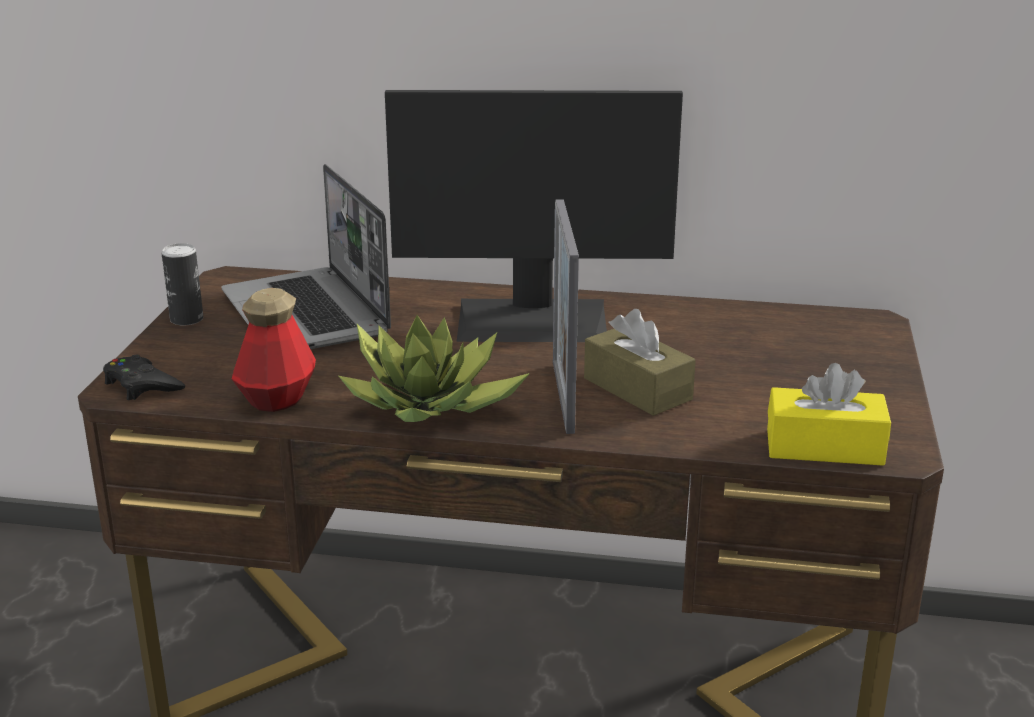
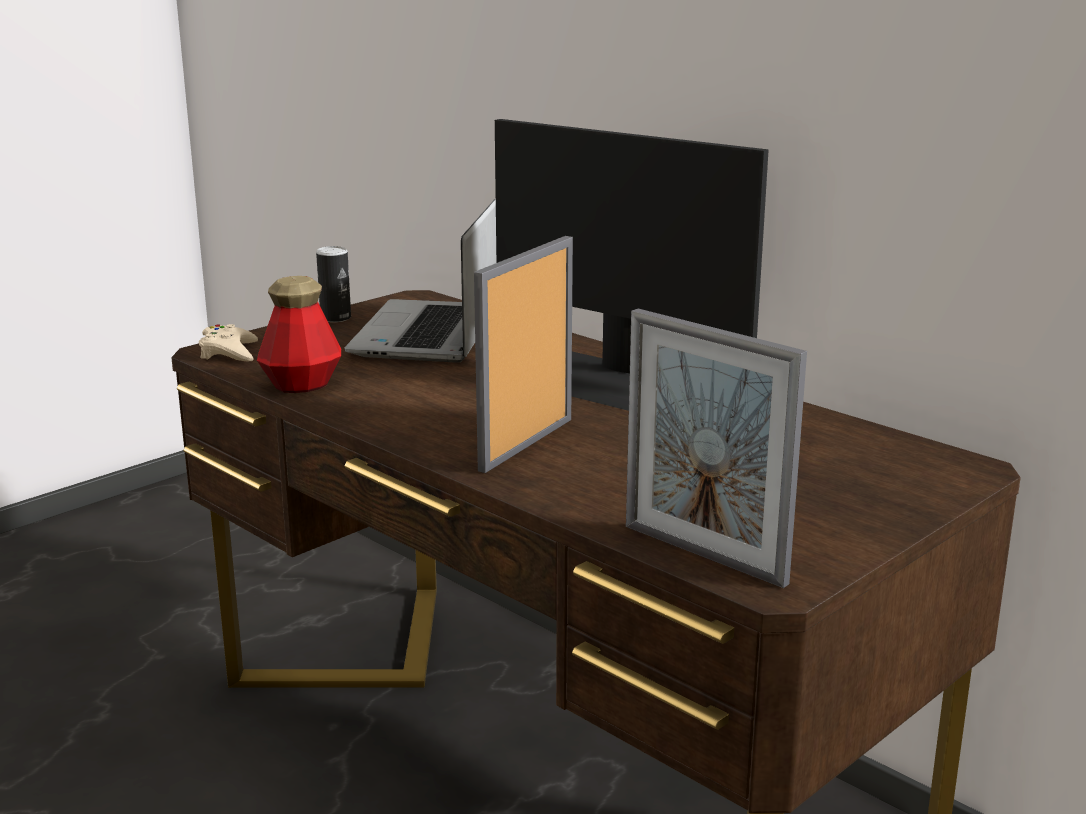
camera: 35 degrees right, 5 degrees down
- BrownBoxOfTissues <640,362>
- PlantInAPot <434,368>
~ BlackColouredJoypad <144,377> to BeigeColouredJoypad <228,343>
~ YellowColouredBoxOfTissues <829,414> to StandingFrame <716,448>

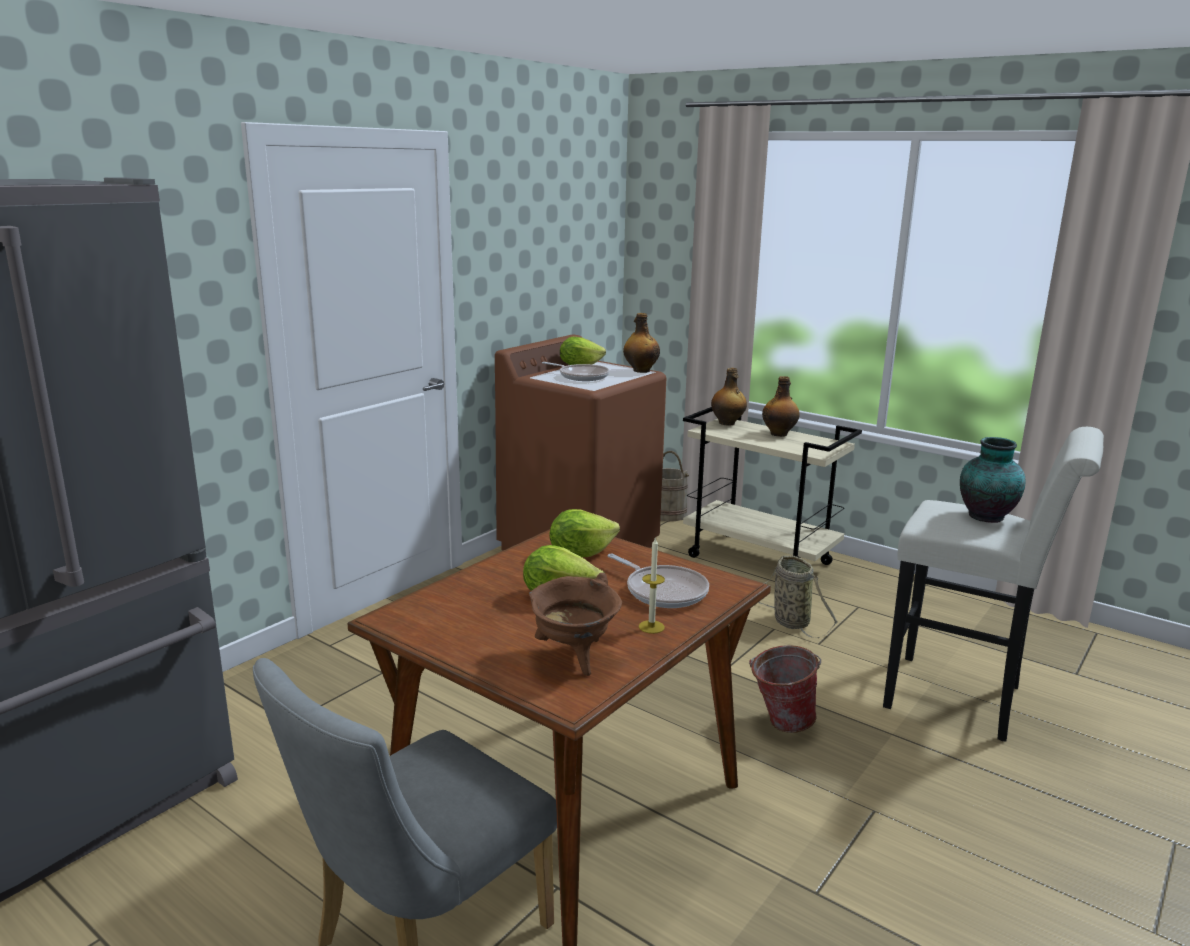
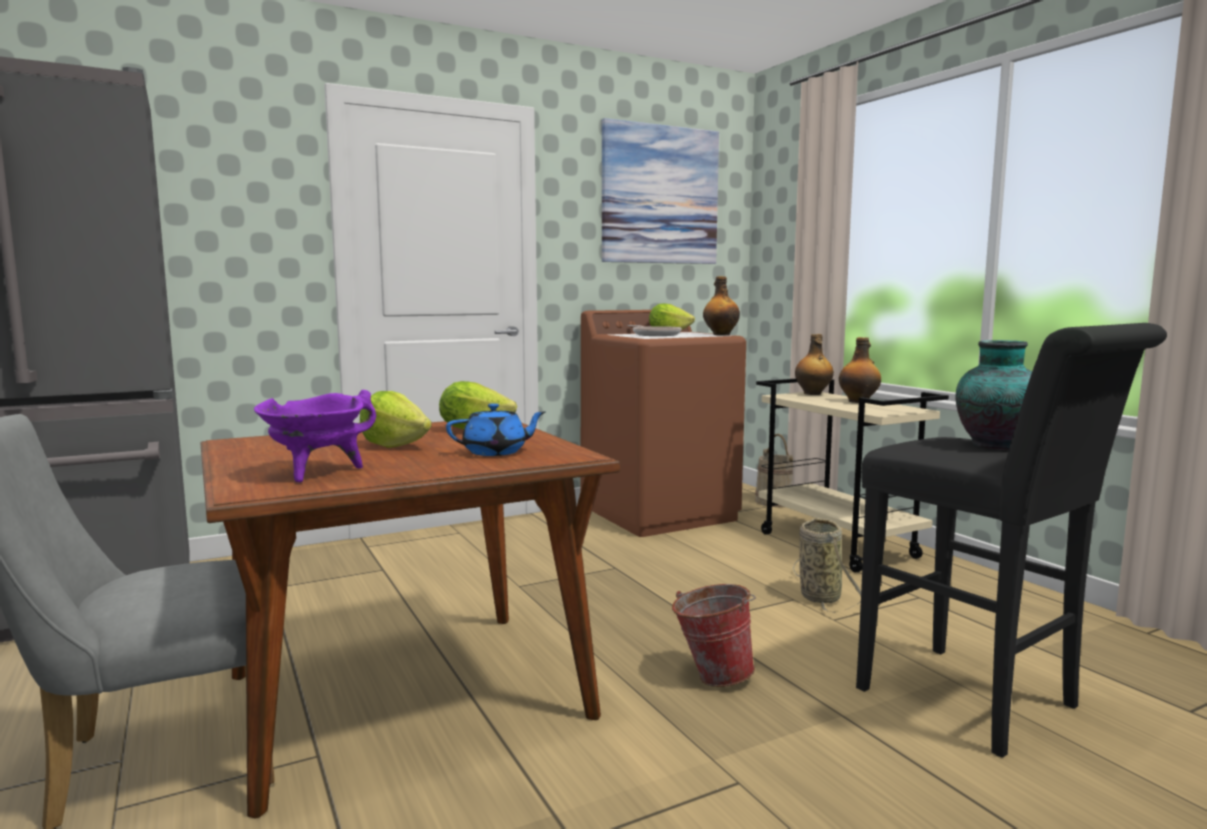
camera: 25 degrees right, 10 degrees down
~ WhiteColouredSittingStool <993,584> to BlackColouredSittingStool <1011,540>
- WaxLight <652,586>
~ Skillet <658,581> to BlueColouredTeapot <495,429>
~ BrownSaucepot <575,624> to PurpleColouredSaucepot <315,436>
+ WallPicture <660,191>

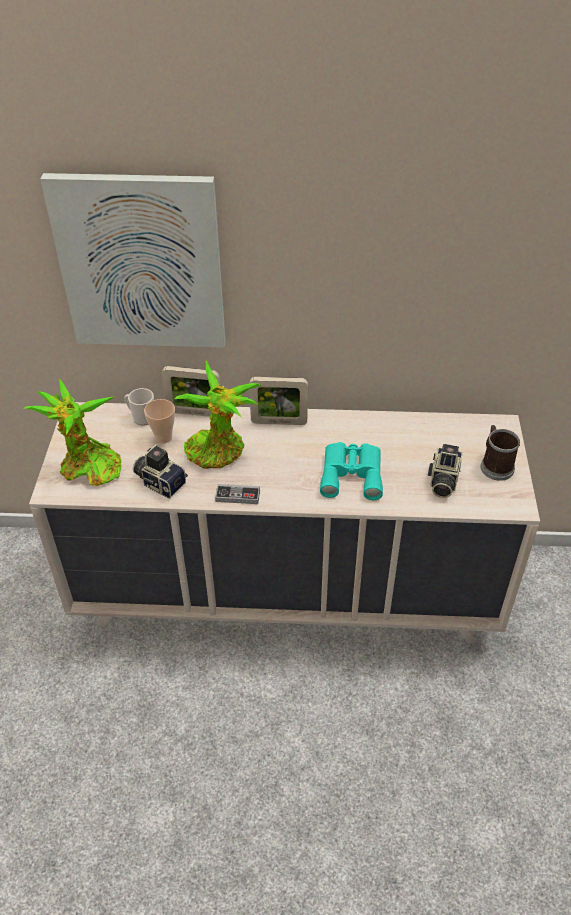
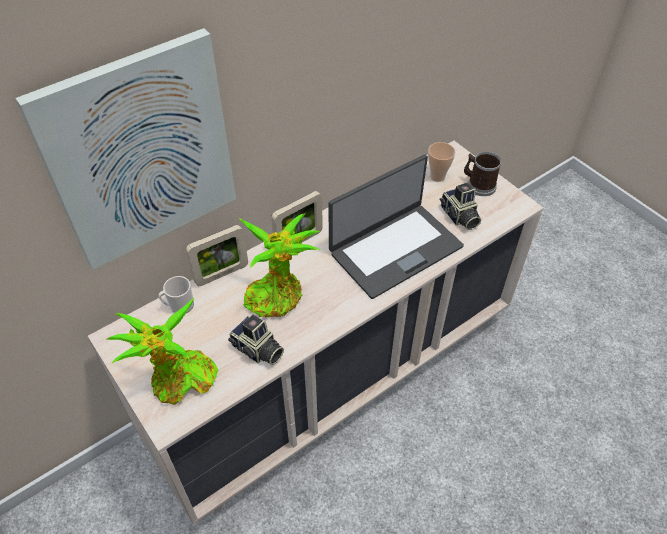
camera: 40 degrees left, 5 degrees up
~ SmallCup <159,421> to <441,162>
~ TurquoiseBinoculars <351,471> to NotebookComputer <396,227>
~ PhotoCamera <160,471> = <256,340> 135 degrees counterclockwise
- Joypad <237,494>

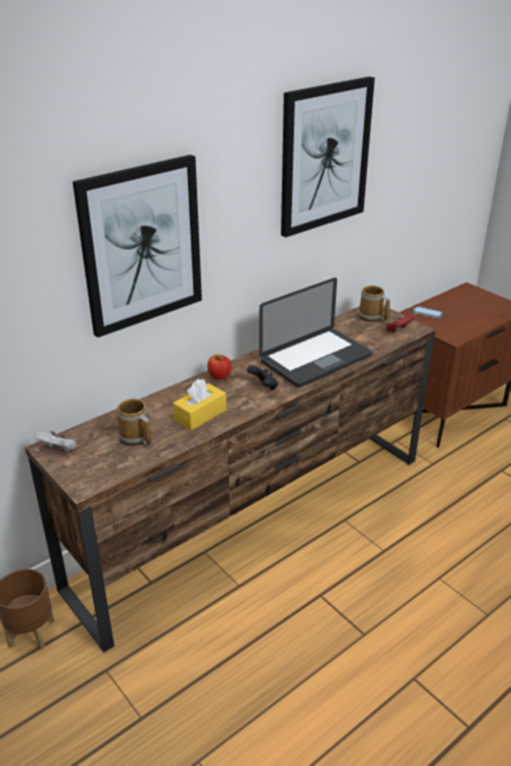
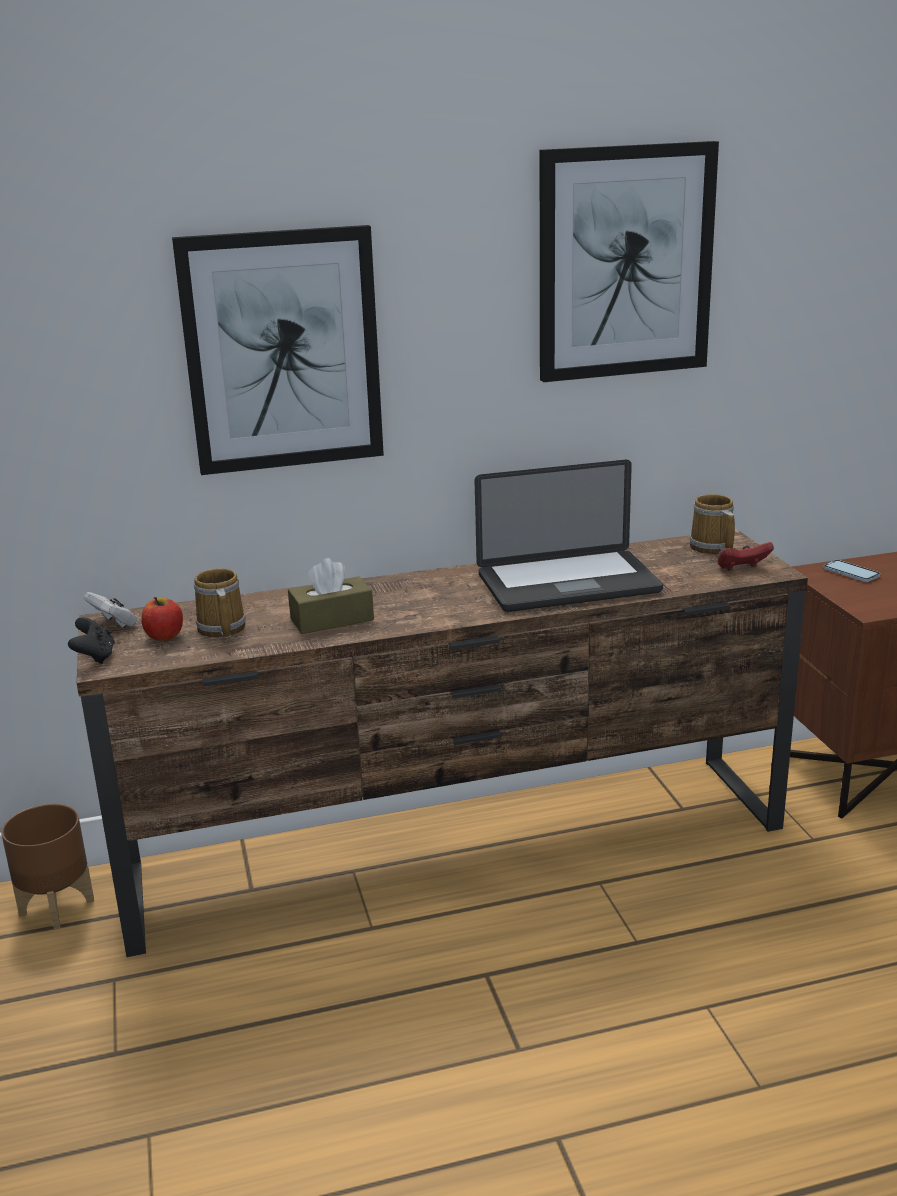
camera: 25 degrees right, 10 degrees down
~ WholeApple <219,366> to <162,619>
~ BlackColouredJoypad <262,378> to <91,640>
~ YellowColouredBoxOfTissues <199,405> to BrownBoxOfTissues <331,596>

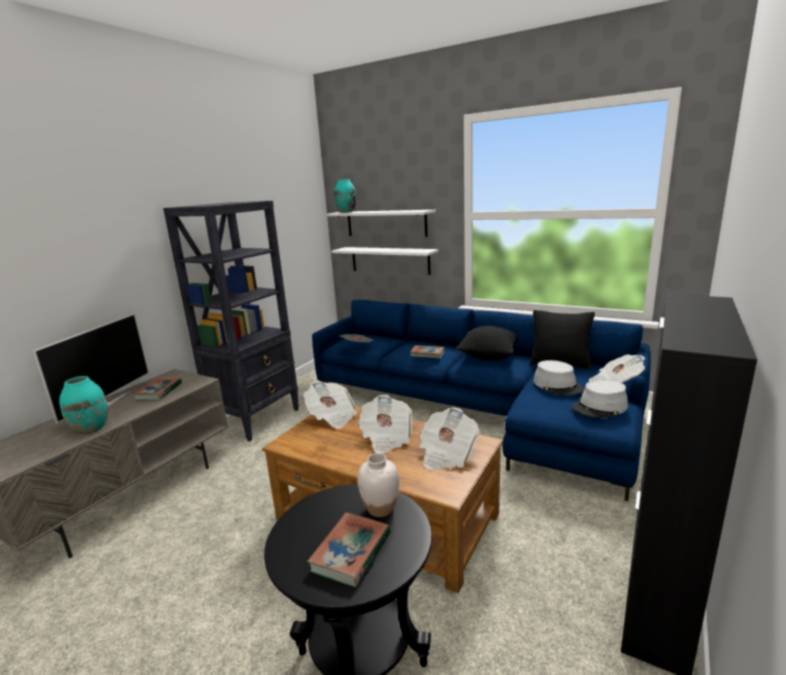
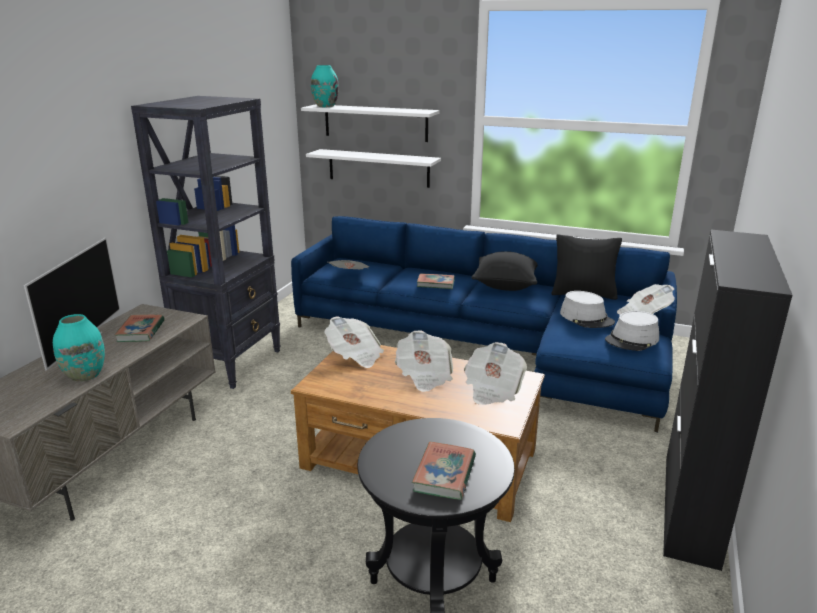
camera: 10 degrees left, 5 degrees up
- WhiteColouredDecorativeVase <378,485>

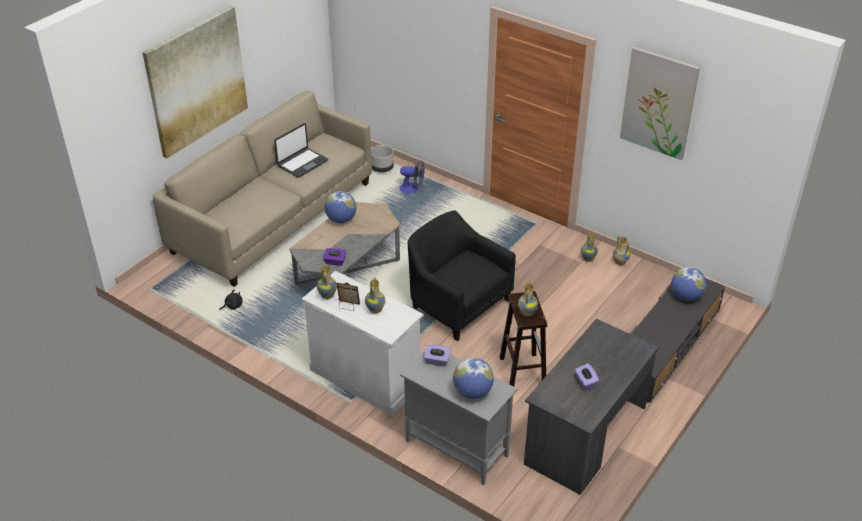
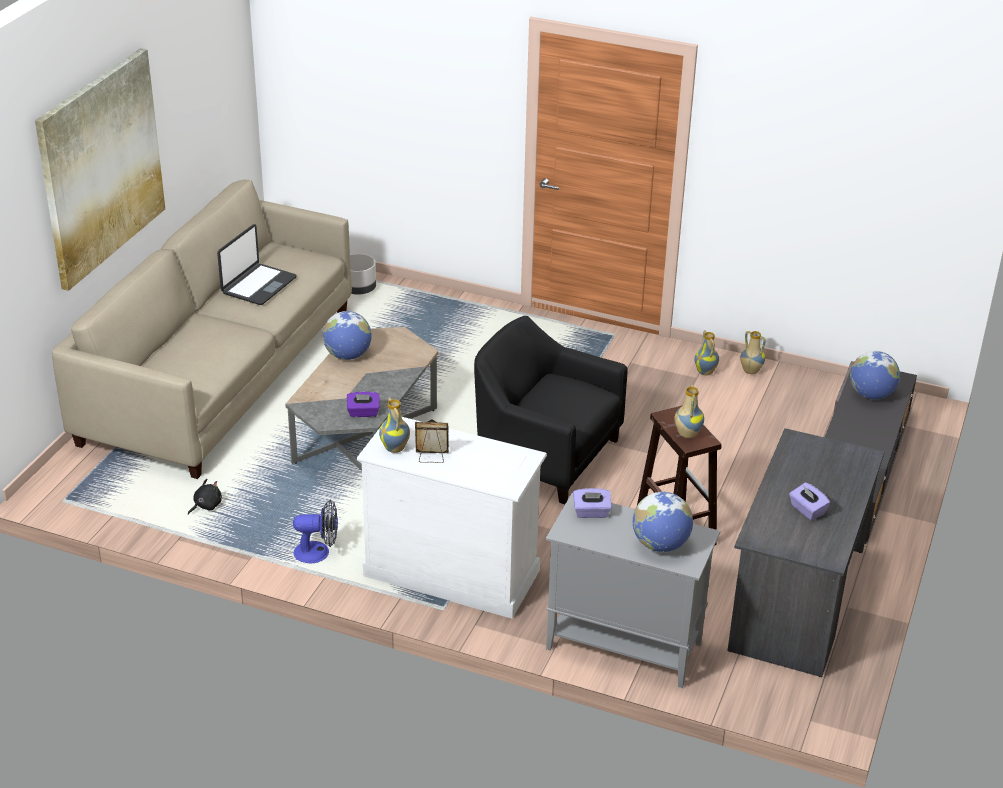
camera: 15 degrees left, 5 degrees down
- WallPicture <660,103>
~ Fan <412,177> to <315,531>
- DecorativeVase <375,295>

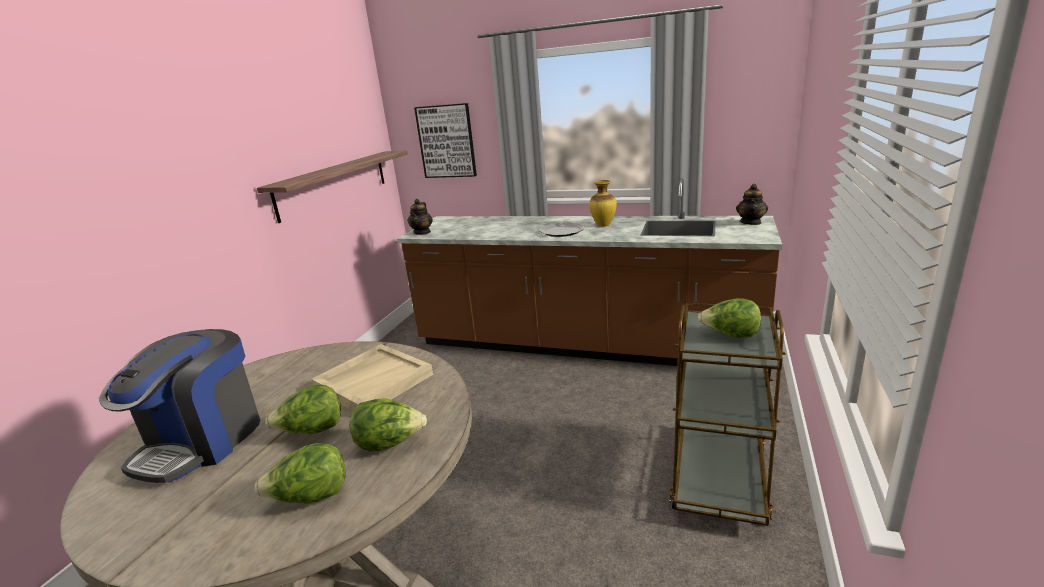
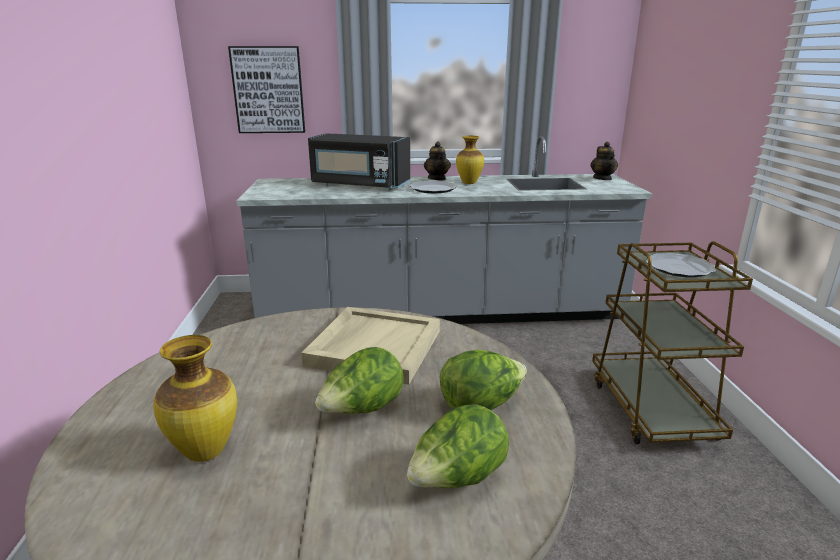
camera: 25 degrees left, 0 degrees up
- WallShelf <332,186>
~ BrownKitchenCounter <589,272> to GrayKitchenCounter <444,230>
~ Teapot <420,217> to <437,161>
~ LettuceHead <729,318> to DinnerPlate <681,265>
~ CoffeeMachine <179,406> to DecorativeVase <195,398>
+ BlackColouredKitchenMicrowave <359,161>

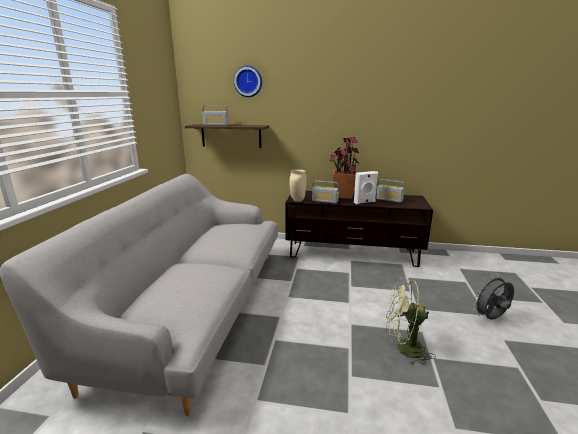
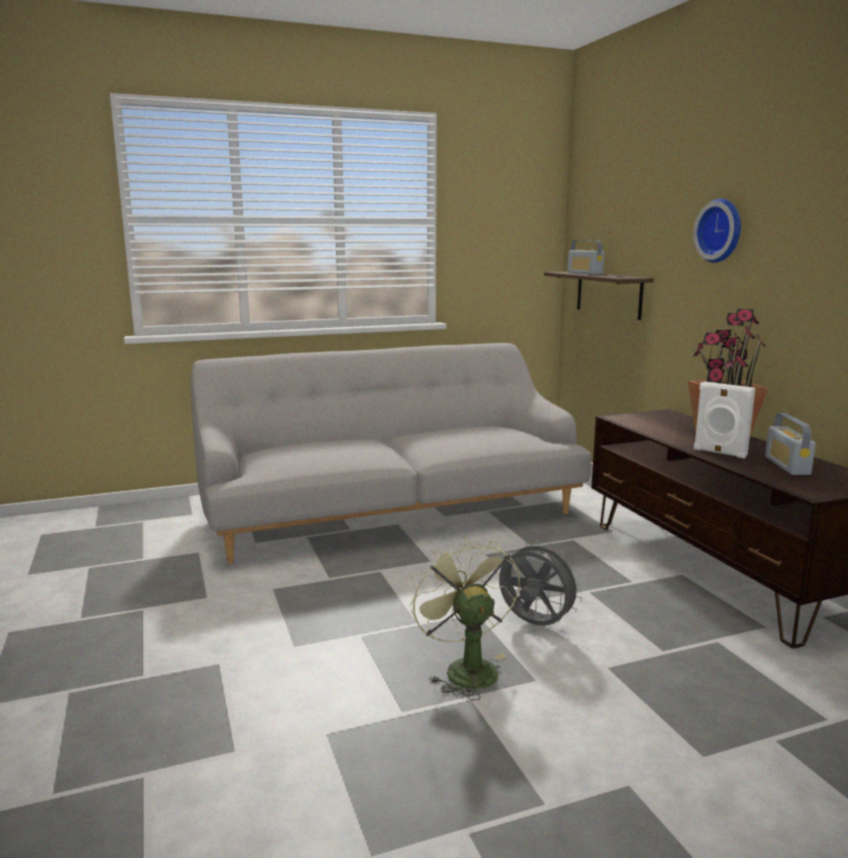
camera: 60 degrees right, 5 degrees down
~ WallClock <248,81> to <717,231>
- BeigeColouredDecorativeVase <297,185>
- Radio <325,192>
~ GrayFan <493,297> to <541,583>

